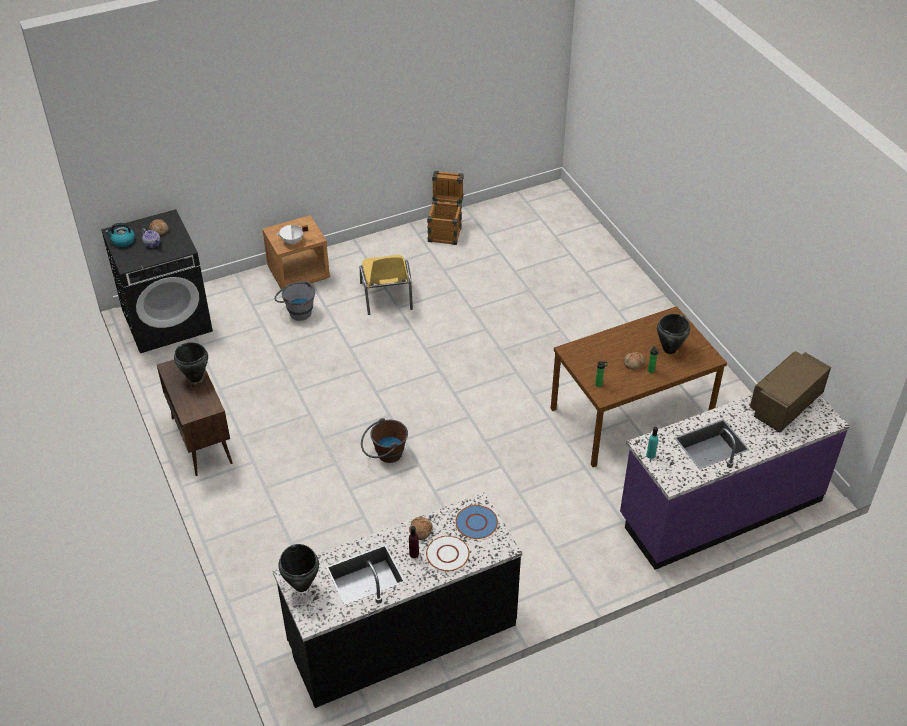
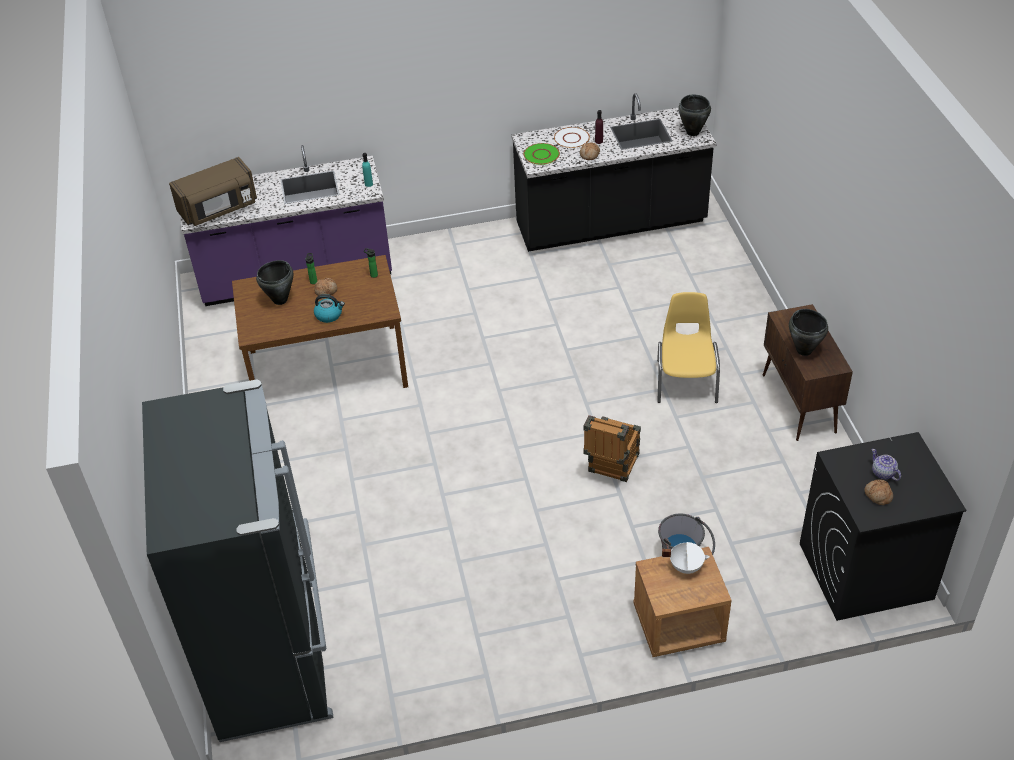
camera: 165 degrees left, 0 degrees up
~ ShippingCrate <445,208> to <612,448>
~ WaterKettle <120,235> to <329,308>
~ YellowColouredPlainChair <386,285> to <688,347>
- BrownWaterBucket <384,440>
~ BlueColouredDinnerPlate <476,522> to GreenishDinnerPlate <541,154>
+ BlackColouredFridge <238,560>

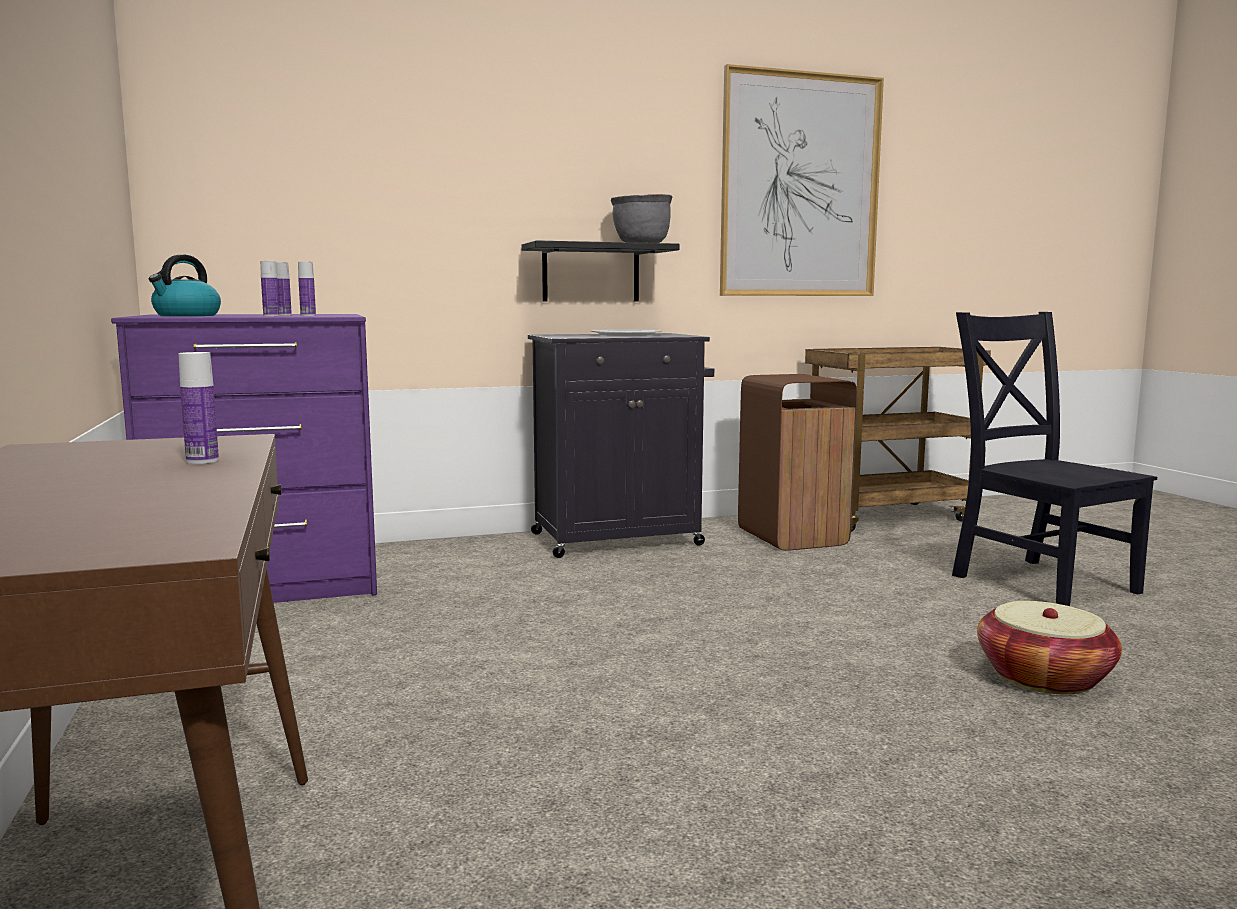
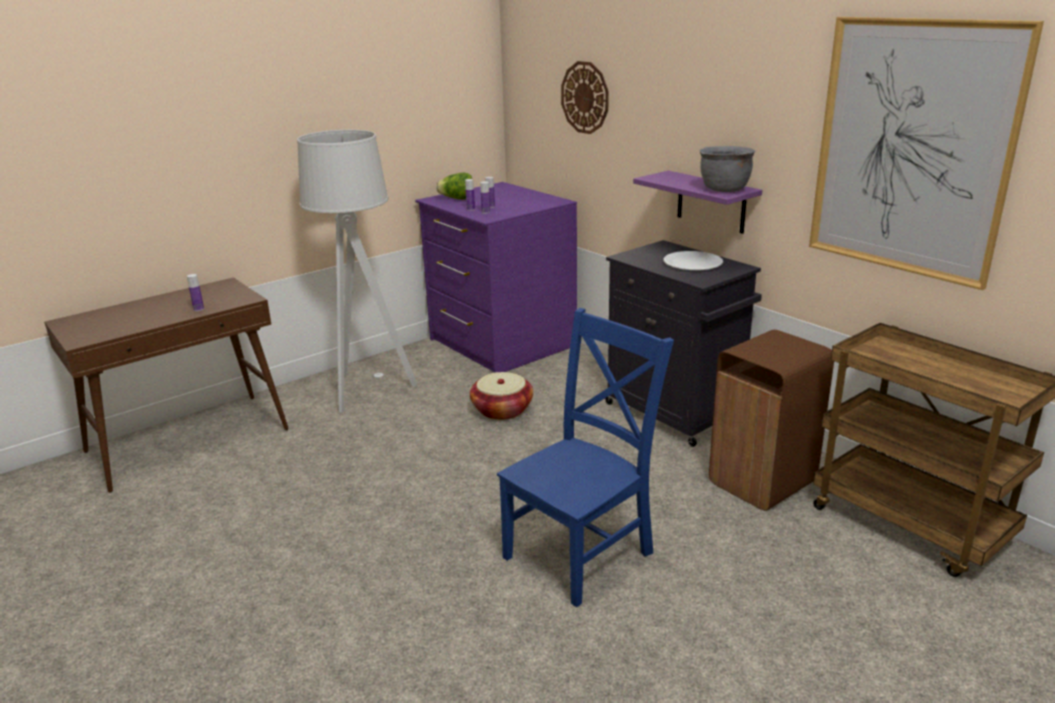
camera: 70 degrees right, 15 degrees up
~ BlackColouredWallShelf <600,271> to PurpleColouredWallShelf <697,202>
~ WaterKettle <185,285> to LettuceHead <454,186>
- BlackColouredPlainChair <1054,459>
~ HouseholdBasket <1049,648> to <501,396>
+ WallClock <585,97>
+ GrayStandardLamp <357,271>
+ BlueColouredPlainChair <585,457>

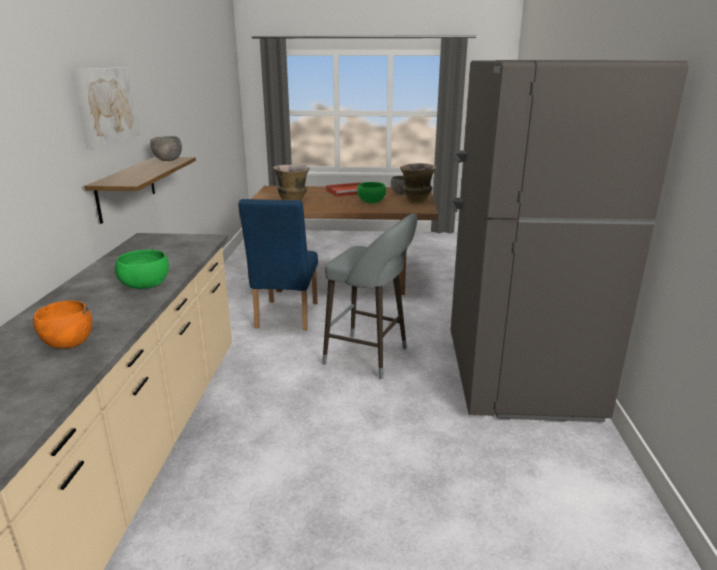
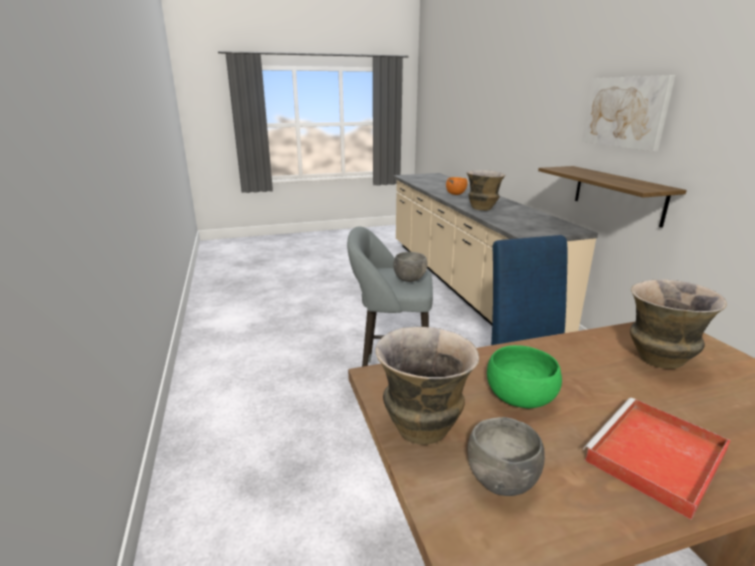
camera: 160 degrees right, 0 degrees up
- GrayFridge <569,241>
~ GrayDeepDish <166,148> to <410,267>
~ GreenishDeepDish <142,269> to DecorativeVase <486,190>

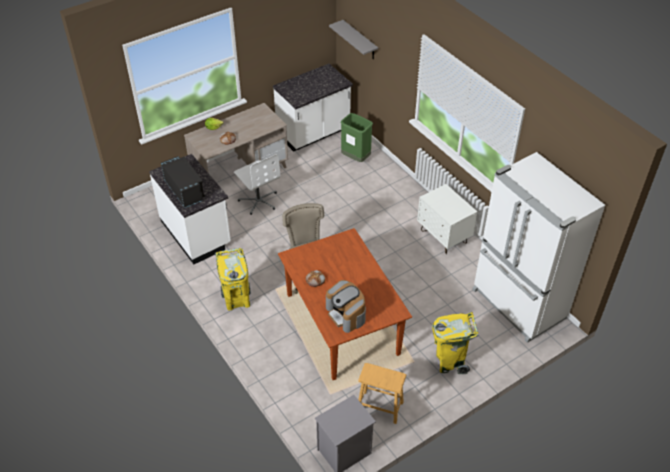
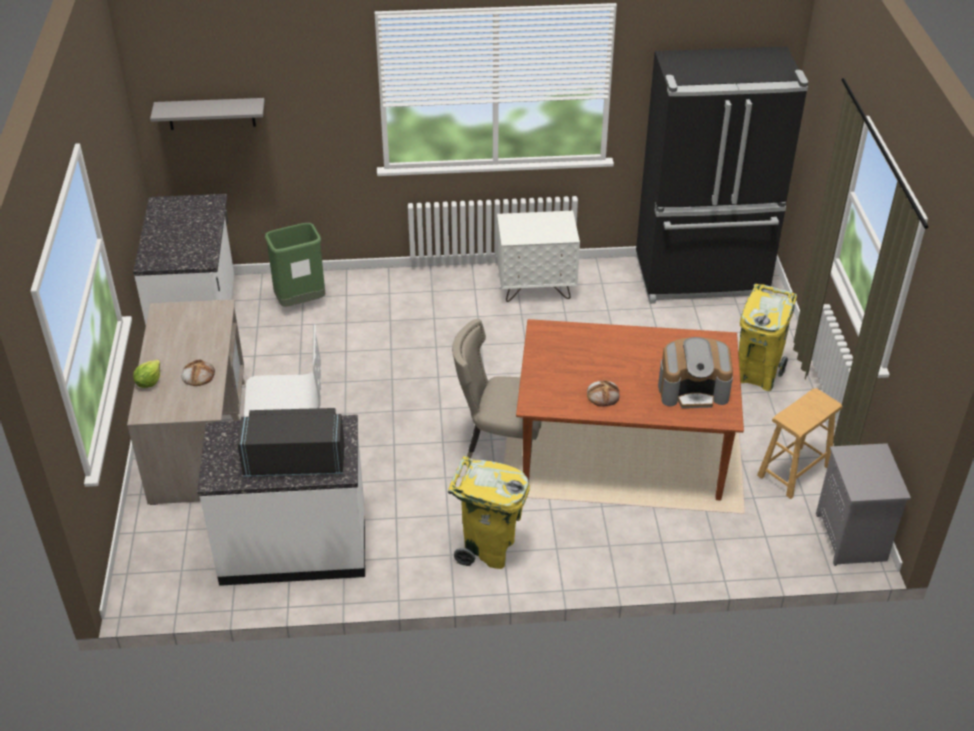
camera: 60 degrees left, 5 degrees down
~ WhiteColouredFridge <538,247> to BlackColouredFridge <722,175>

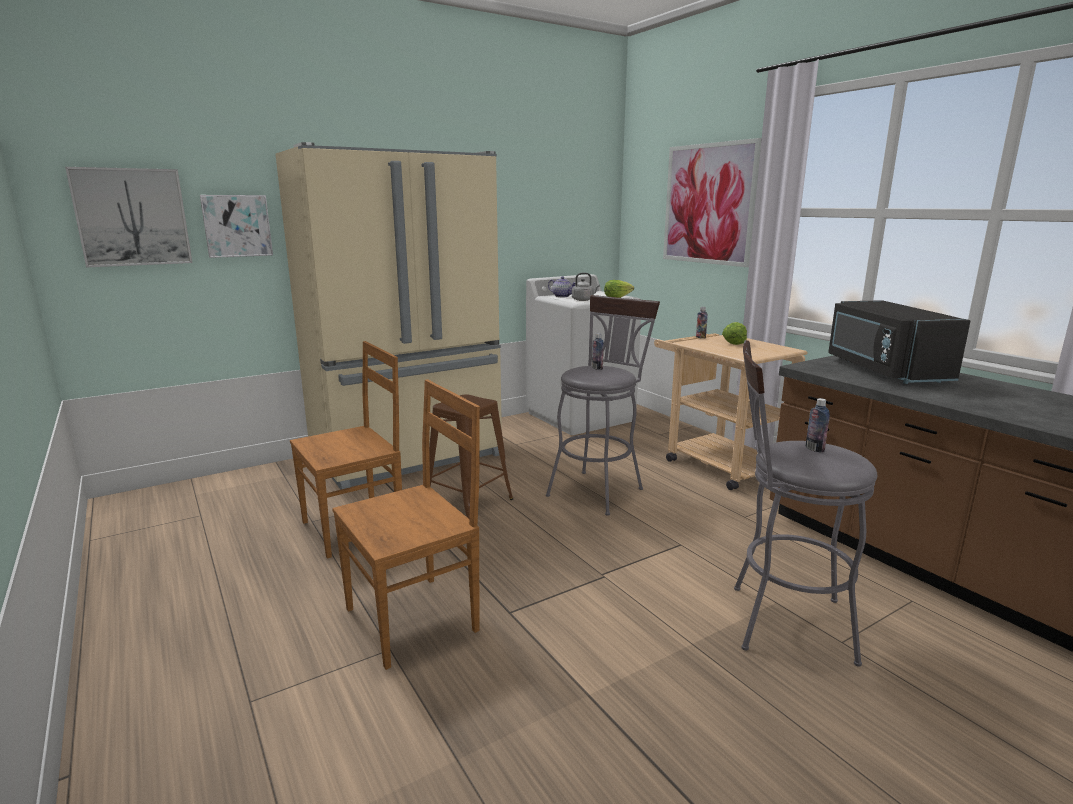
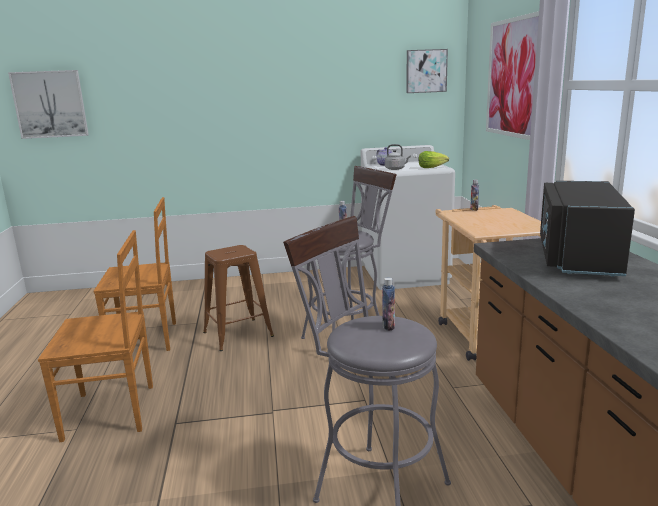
camera: 25 degrees right, 0 degrees up
- BeigeColouredFridge <388,316>
~ WallPicture <236,226> to <427,71>
- LettuceHead <734,333>

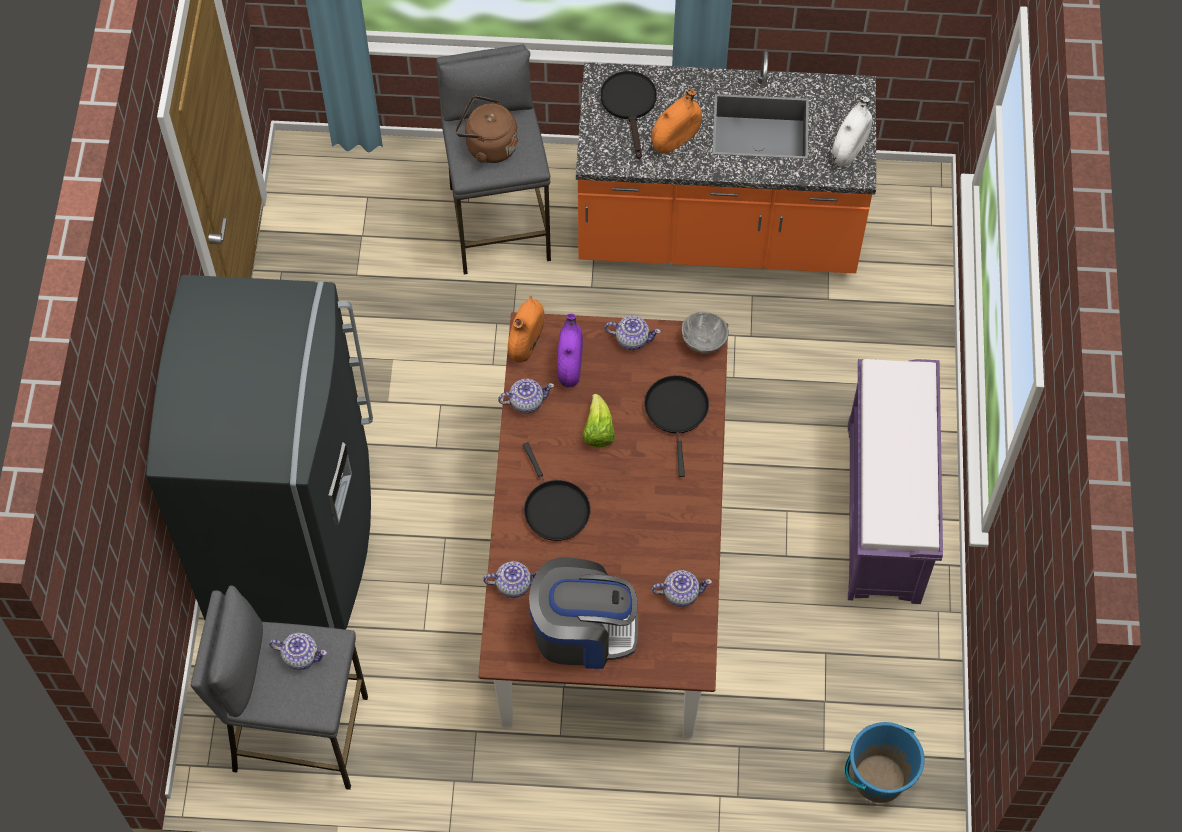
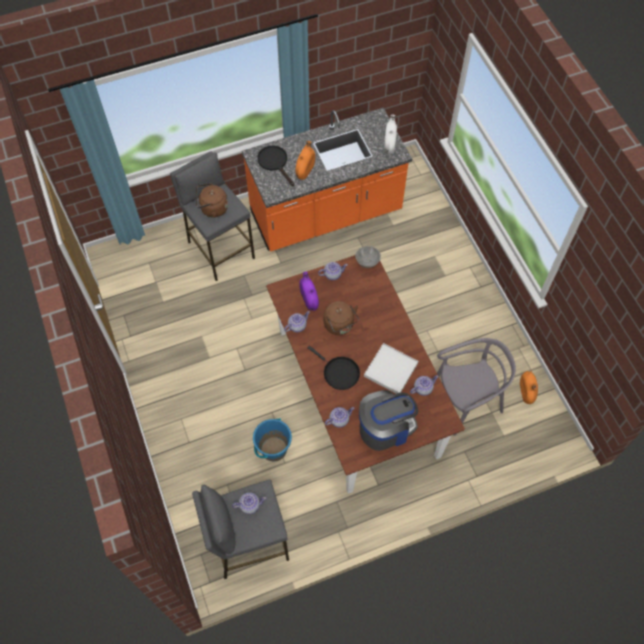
camera: 25 degrees left, 0 degrees up
- GrayFridge <259,452>
~ OrangeColouredDecorativeVase <526,328> to <529,387>
- PurpleColouredLongSeat <895,481>
- BlackColouredSkillet <676,426>
~ LettuceHead <598,421> to BrownWaterKettle <341,318>
~ BlueColouredWaterBucket <885,762> to <272,440>
+ GrayPlainChair <476,387>
+ WhiteColouredServingTray <391,368>

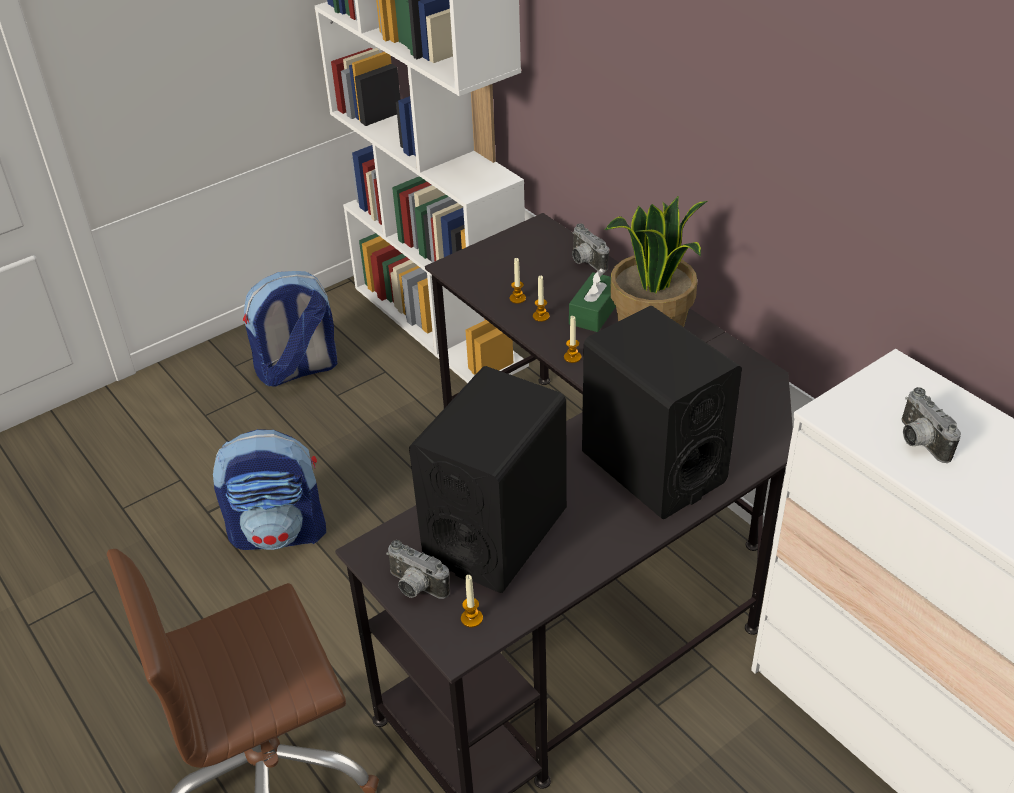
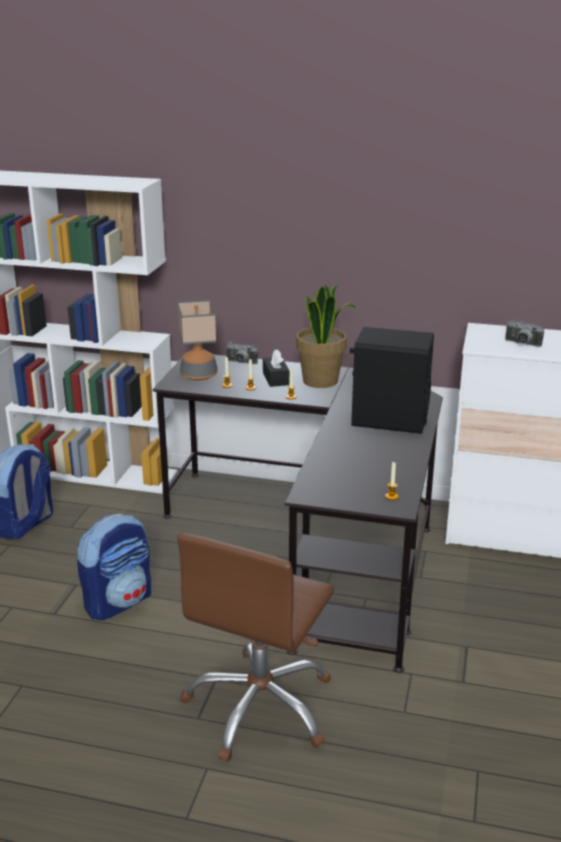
camera: 40 degrees left, 15 degrees down
~ GreenishBoxOfTissues <592,300> to BlackColouredBoxOfTissues <276,368>
- BlackColouredLoudspeaker <488,479>
- PhotoCamera <418,569>
+ LampForATable <198,340>

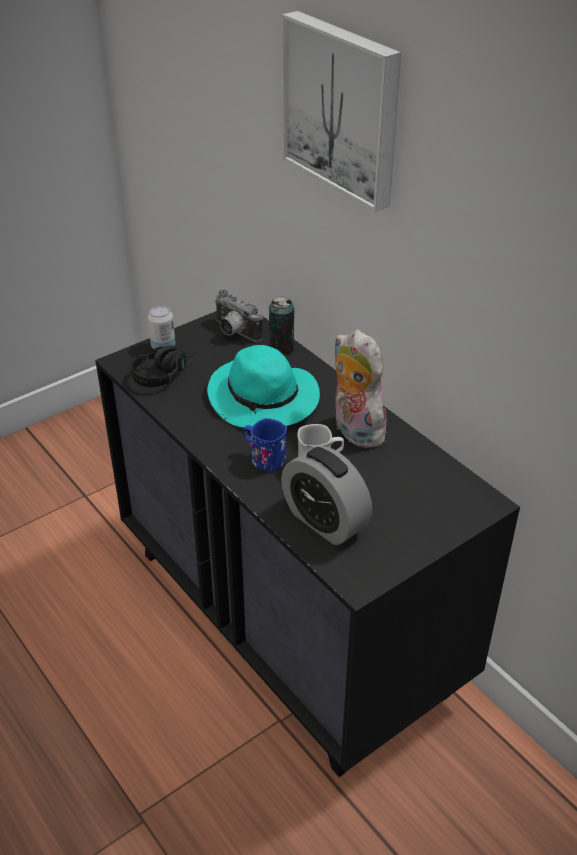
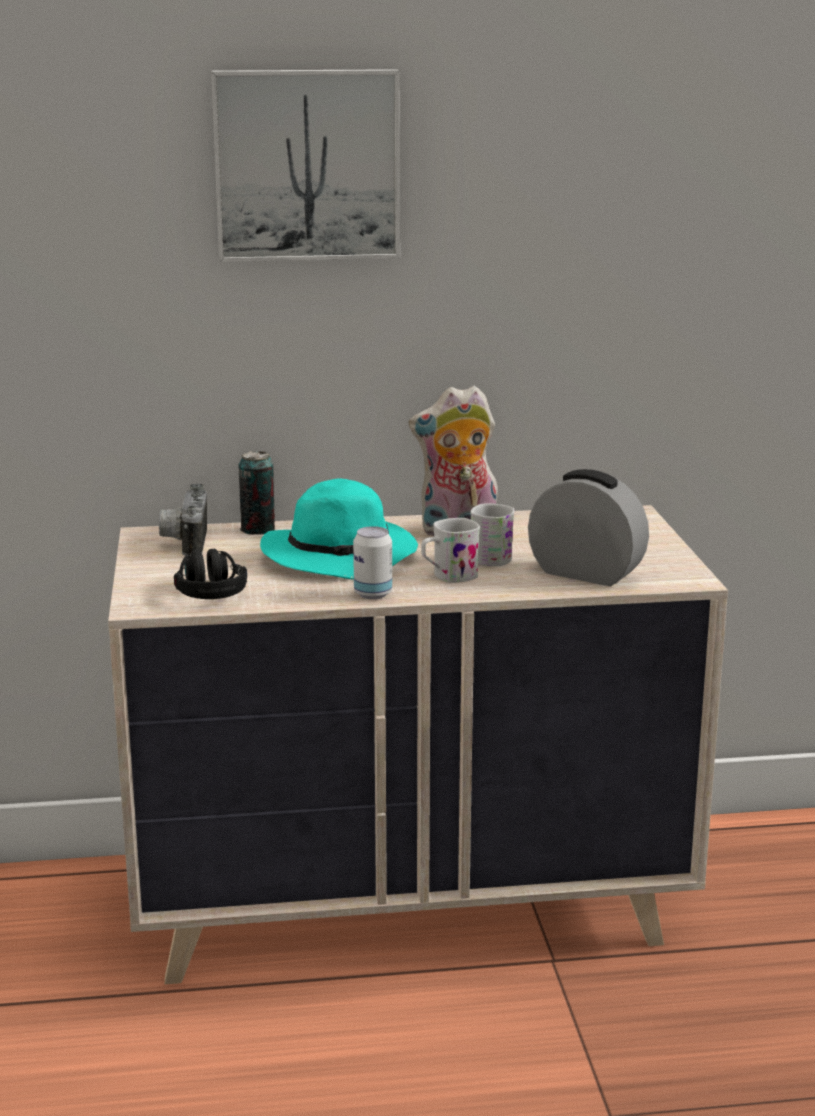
camera: 60 degrees left, 20 degrees down
~ PhotoCamera <238,316> = <183,520> 105 degrees clockwise
~ MetalCan <161,328> to <372,562>
~ BlackColouredDresser <307,544> to BeigeColouredDresser <418,744>
~ BlueColouredTeaMug <265,445> to WhiteColouredTeaMug <450,550>
~ TableClock <326,495> = <588,527> 135 degrees counterclockwise

